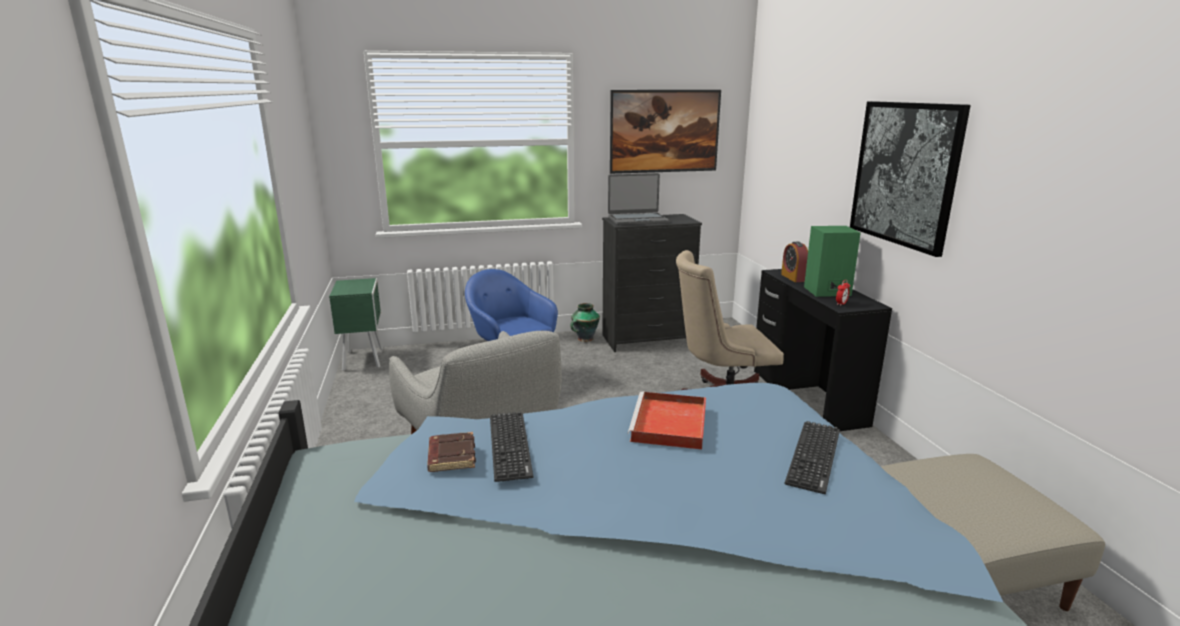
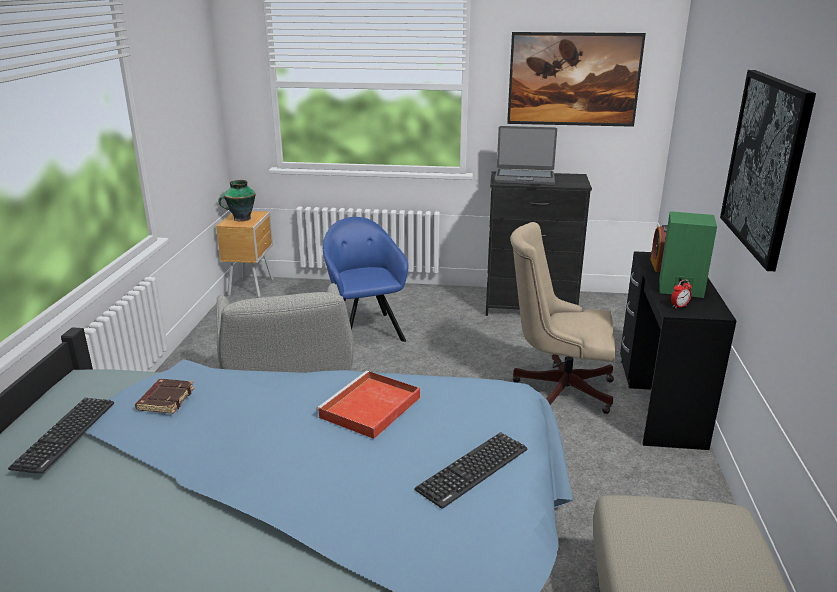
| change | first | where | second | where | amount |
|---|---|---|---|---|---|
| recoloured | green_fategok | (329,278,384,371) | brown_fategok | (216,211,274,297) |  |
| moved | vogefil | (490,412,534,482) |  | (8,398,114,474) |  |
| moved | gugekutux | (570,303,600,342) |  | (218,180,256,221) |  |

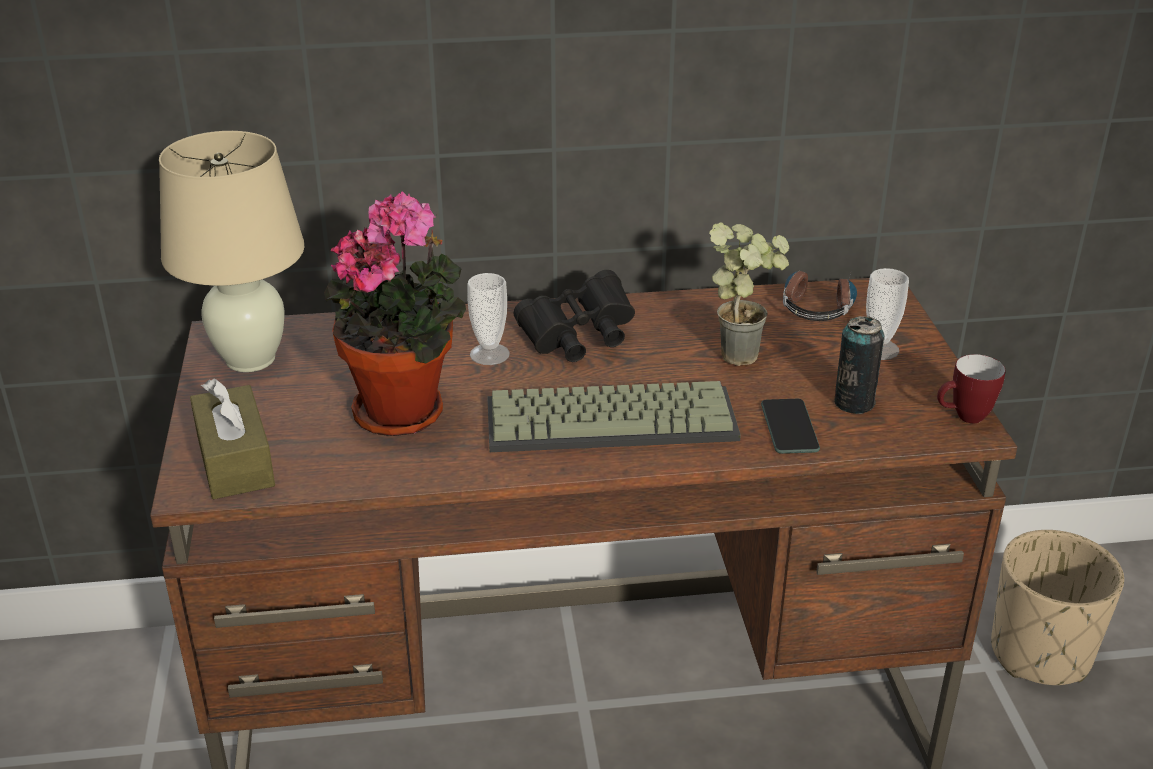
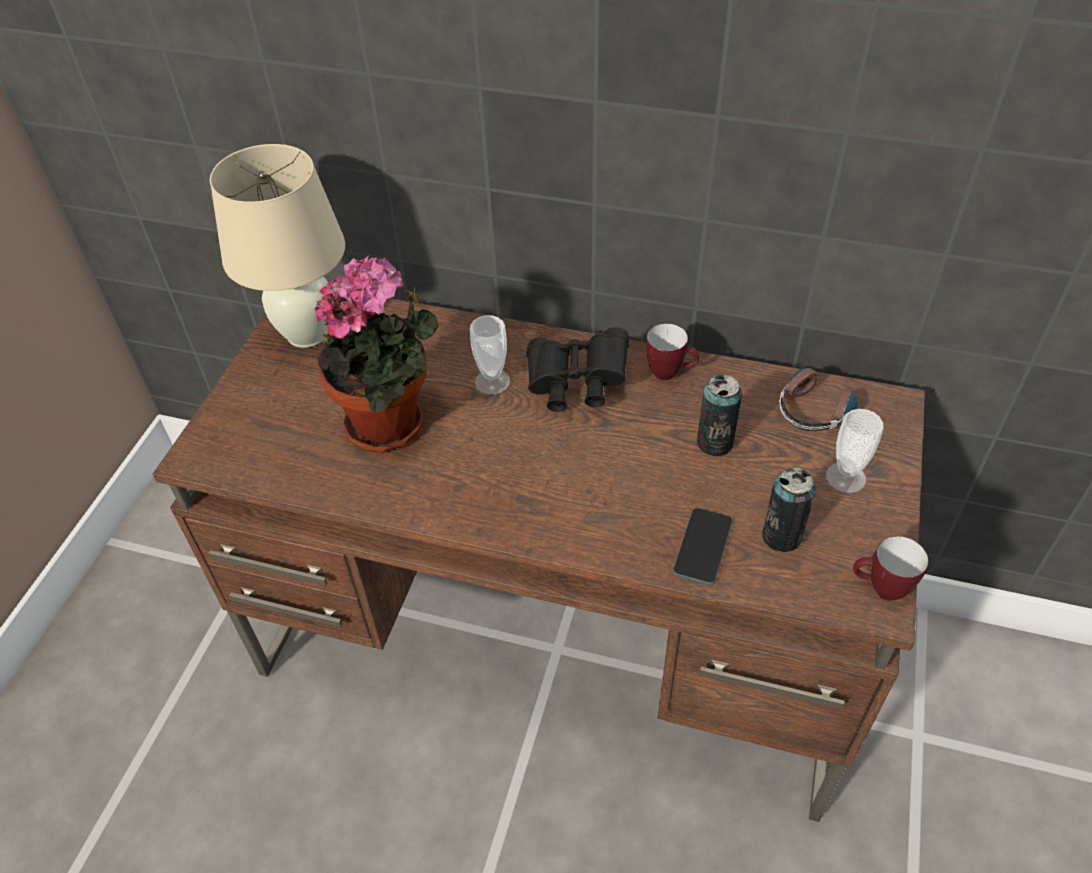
| change | first | where | second | where | amount |
|---|---|---|---|---|---|
| removed | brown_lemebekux | (190,378,275,499) |  |  |  |
| removed | vogefil | (487,381,741,452) |  |  |  |
| replaced | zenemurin | (709,222,789,366) | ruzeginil | (696,374,742,456) |  |
| removed | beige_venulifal | (991,530,1124,685) |  |  |  |
| added |  |  | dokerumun | (646,323,699,380) |  |

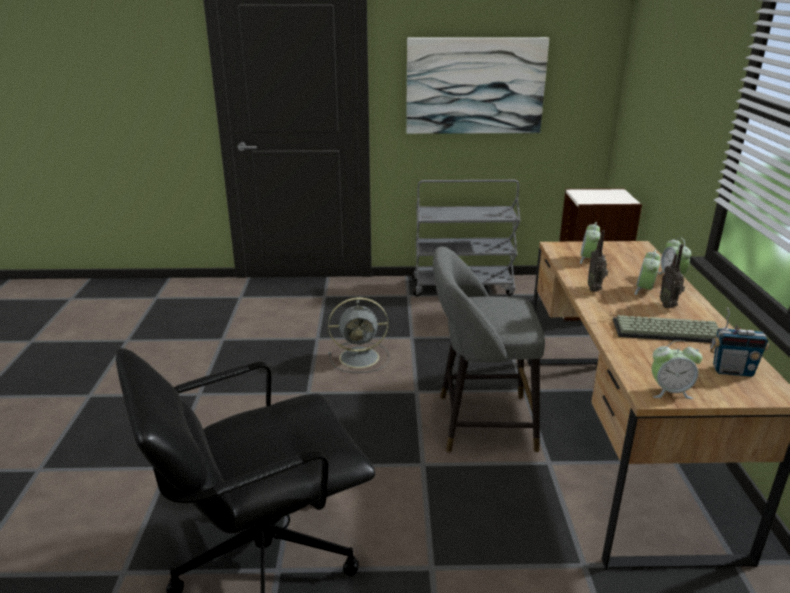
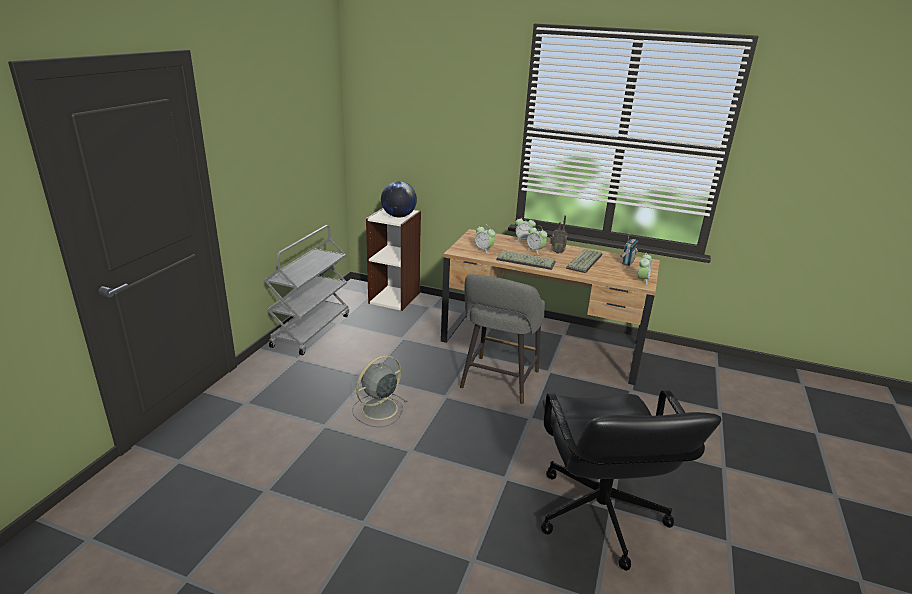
| change | first | where | second | where | amount |
|---|---|---|---|---|---|
| turned | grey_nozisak | (328,297,389,373) |  | (352,355,407,427) | 150 degrees counterclockwise |
| removed | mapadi | (406,37,549,134) |  |  |  |
| replaced | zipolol | (588,230,608,292) | vogefil | (496,250,556,270) |  |
| added |  |  | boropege | (381,181,417,217) |  |

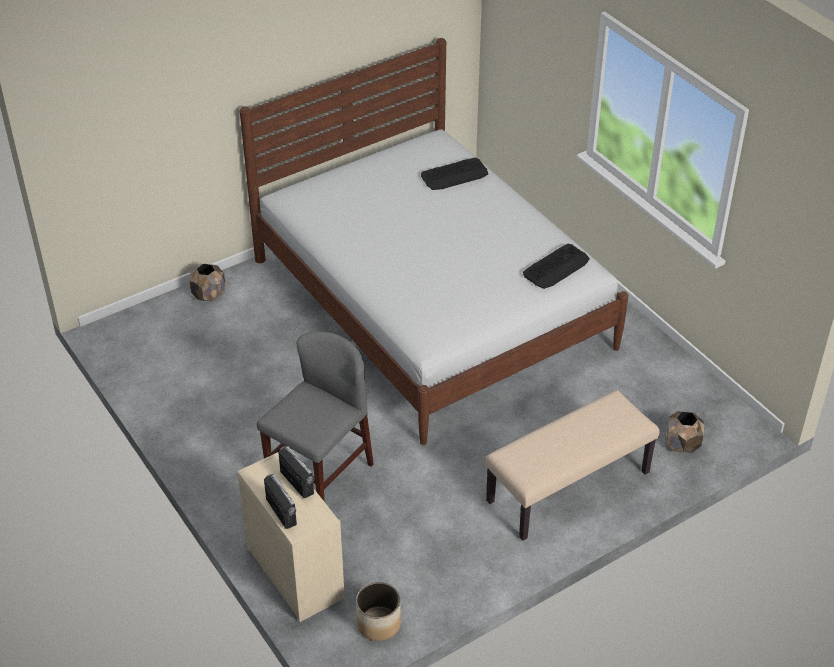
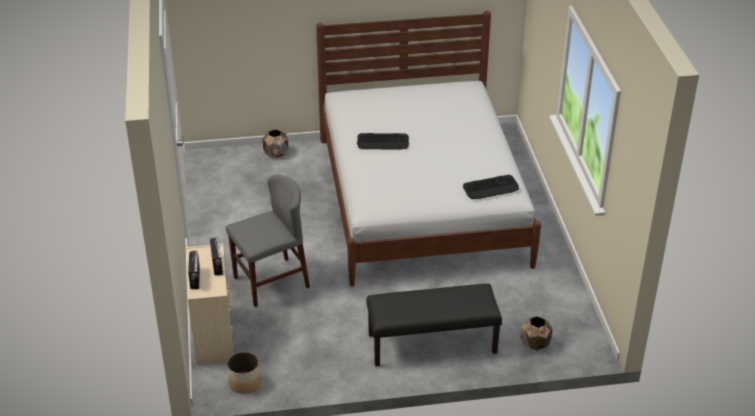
| change | first | where | second | where | amount |
|---|---|---|---|---|---|
| moved | vogefil | (421,158,488,190) |  | (357,133,409,150) |  |
| recoloured | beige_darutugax | (485,390,660,541) | black_darutugax | (366,284,502,366) |  |

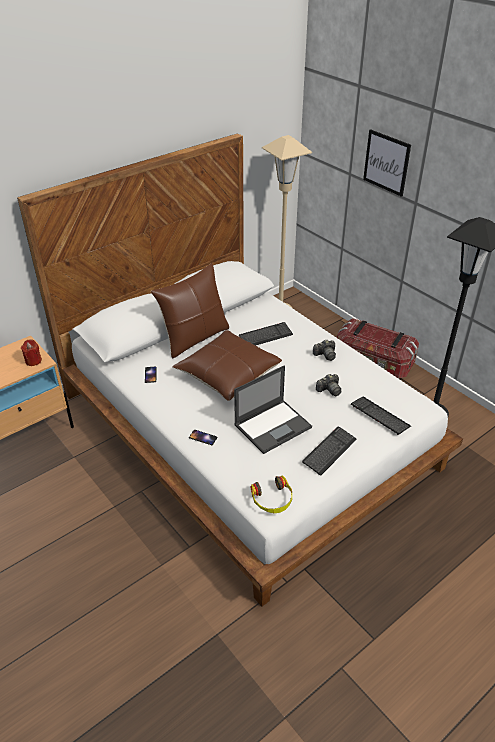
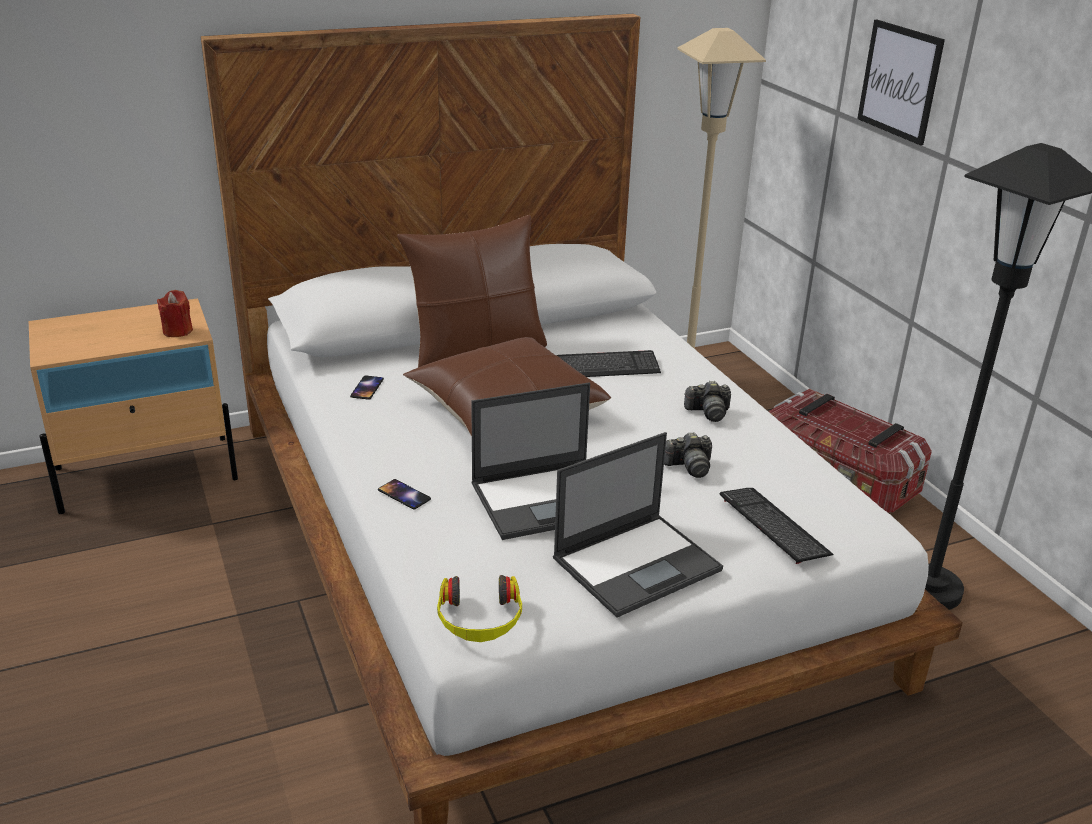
| change | first | where | second | where | amount |
|---|---|---|---|---|---|
| replaced | vogefil | (302,426,357,476) | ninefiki | (553,432,723,618) |  |

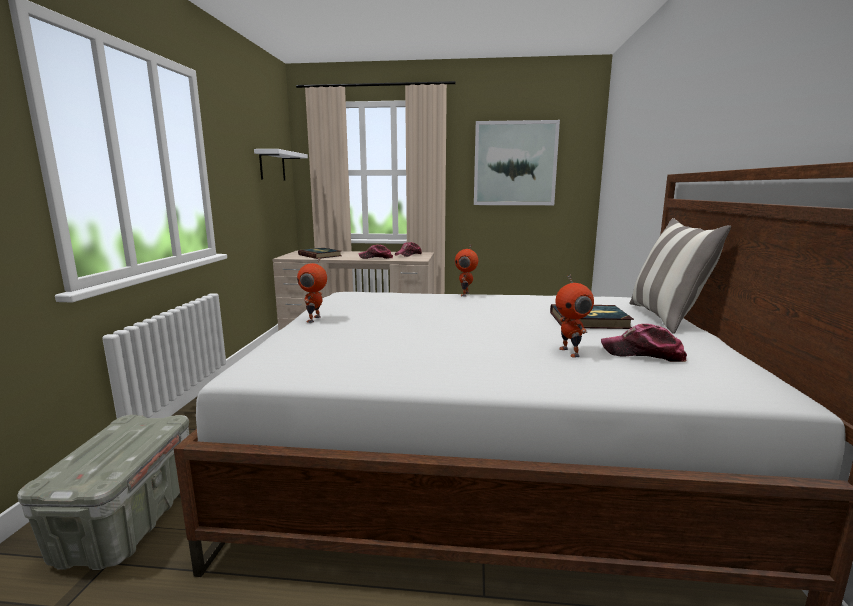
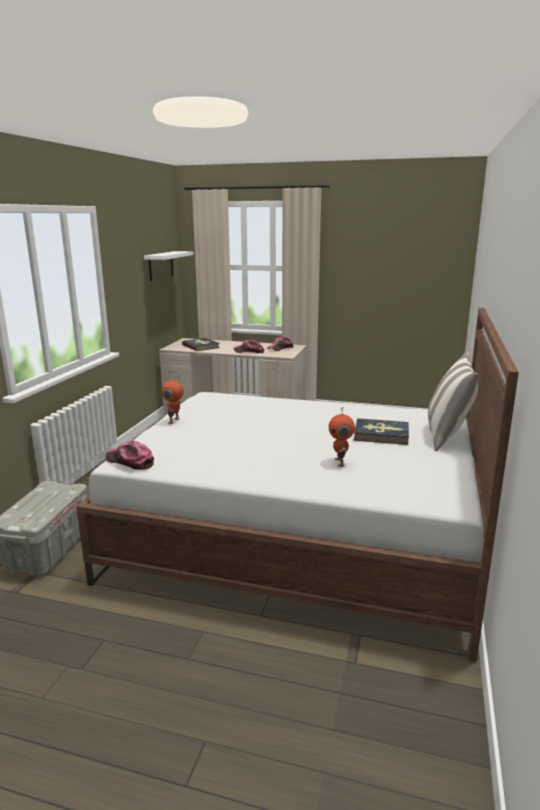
| change | first | where | second | where | amount |
|---|---|---|---|---|---|
| removed | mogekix | (455,245,478,297) |  |  |  |
| removed | mapadi | (474,120,560,205) |  |  |  |
| moved | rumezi | (601,324,687,362) |  | (106,441,154,470) |  |

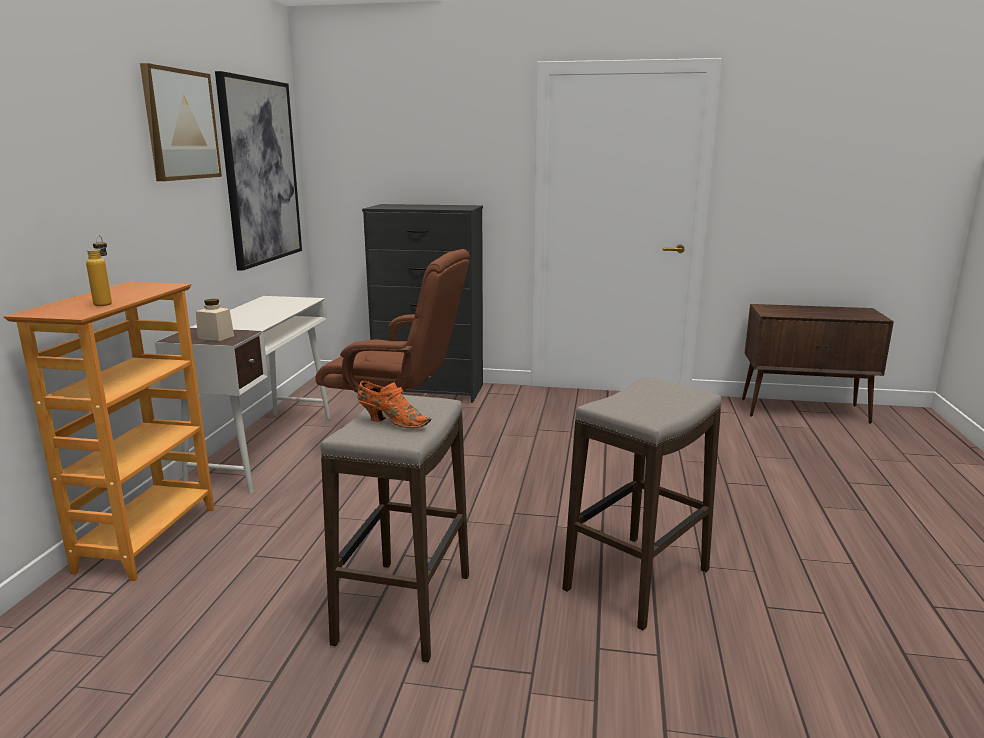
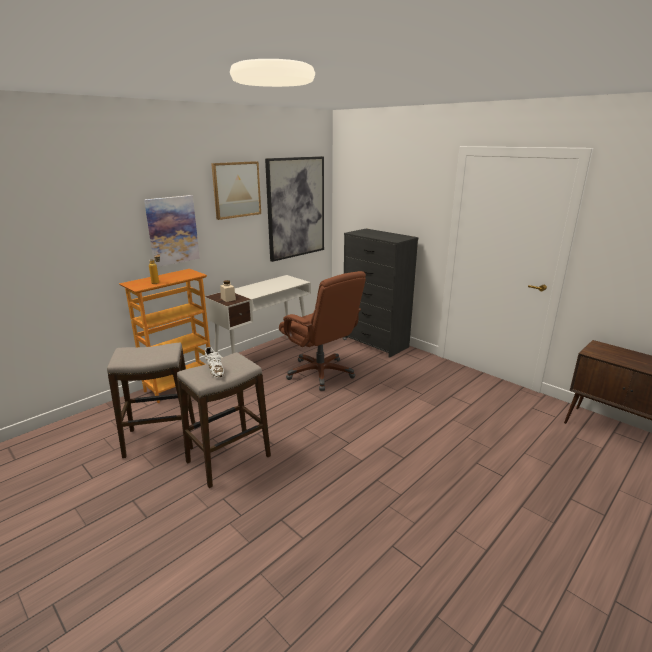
| change | first | where | second | where | amount |
|---|---|---|---|---|---|
| recoloured | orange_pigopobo | (357,381,431,428) | white_pigopobo | (205,347,224,378) |  |
| moved | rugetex | (562,378,721,630) |  | (107,343,195,458) |  |
| added |  |  | mapadi | (144,195,200,267) |  |

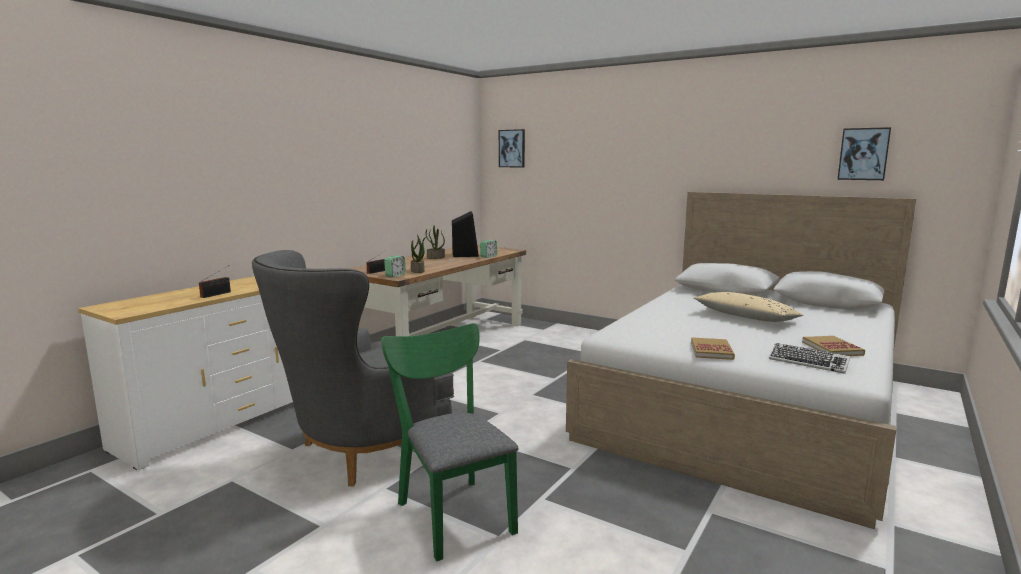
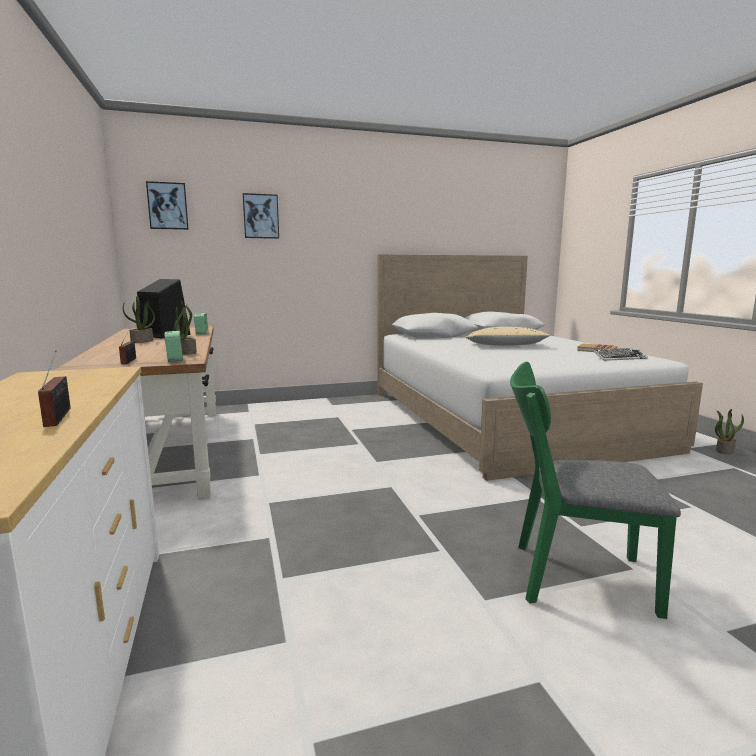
| change | first | where | second | where | amount |
|---|---|---|---|---|---|
| removed | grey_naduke | (252,250,454,486) |  |  |  |
| removed | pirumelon | (691,337,735,360) |  |  |  |
| moved | mapadi | (837,127,891,180) |  | (243,193,279,239) |  |
| added |  |  | zenemurin | (715,409,744,454) |  |

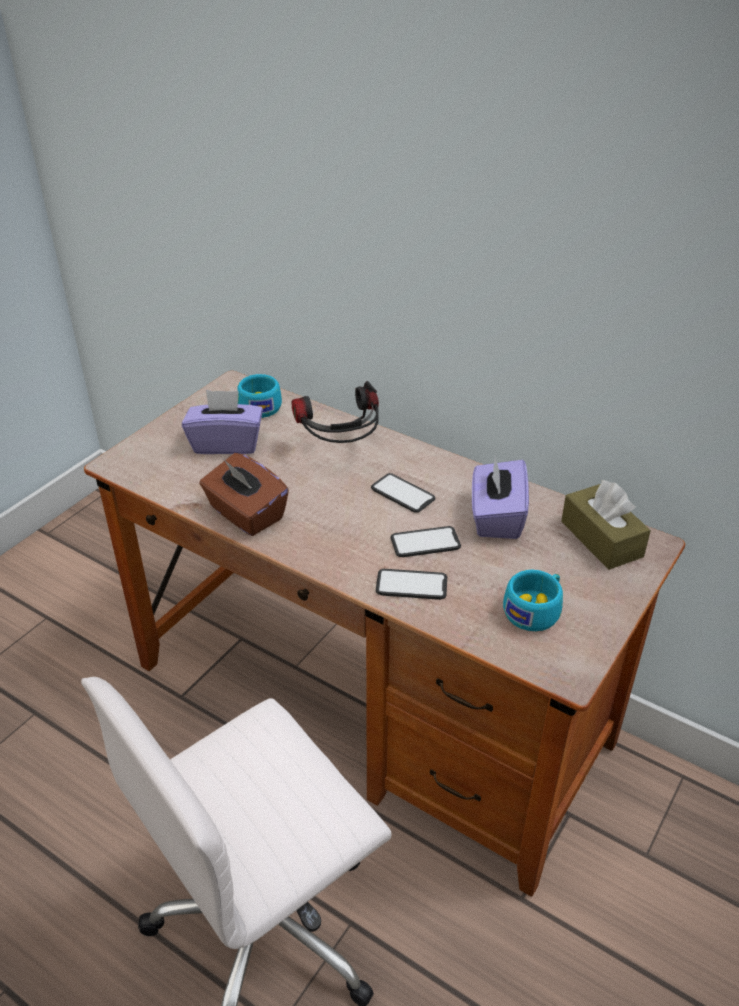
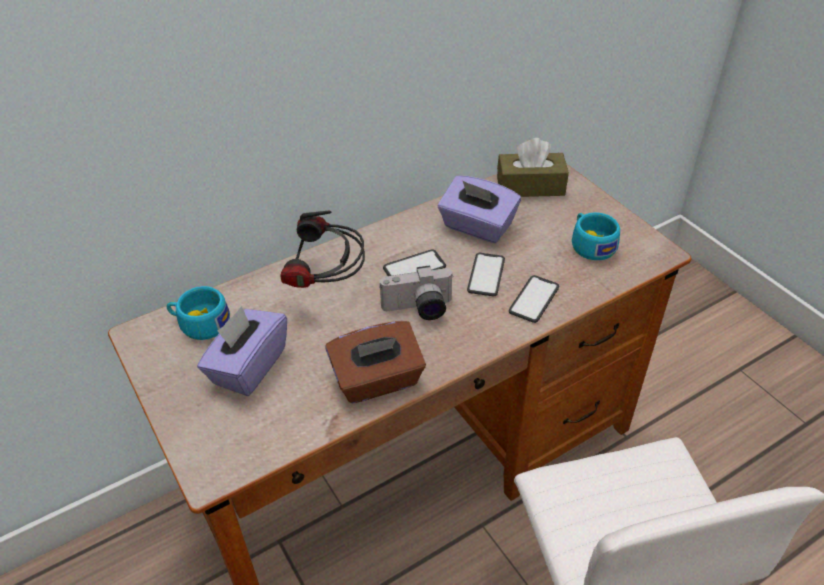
| change | first | where | second | where | amount |
|---|---|---|---|---|---|
| added |  |  | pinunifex | (379,265,454,320) |  |

